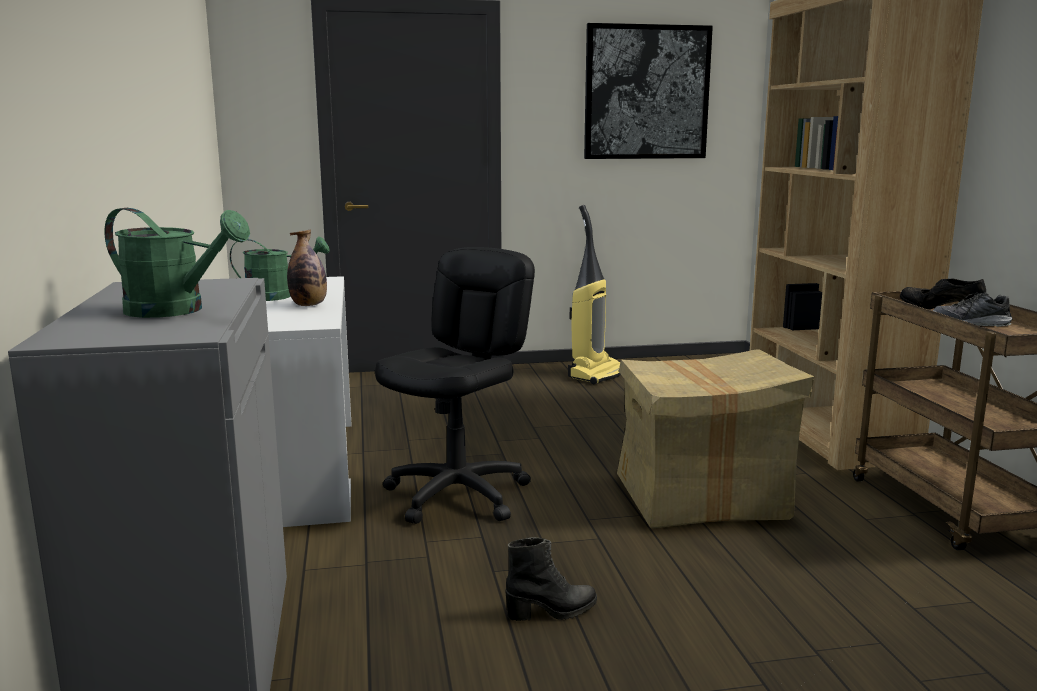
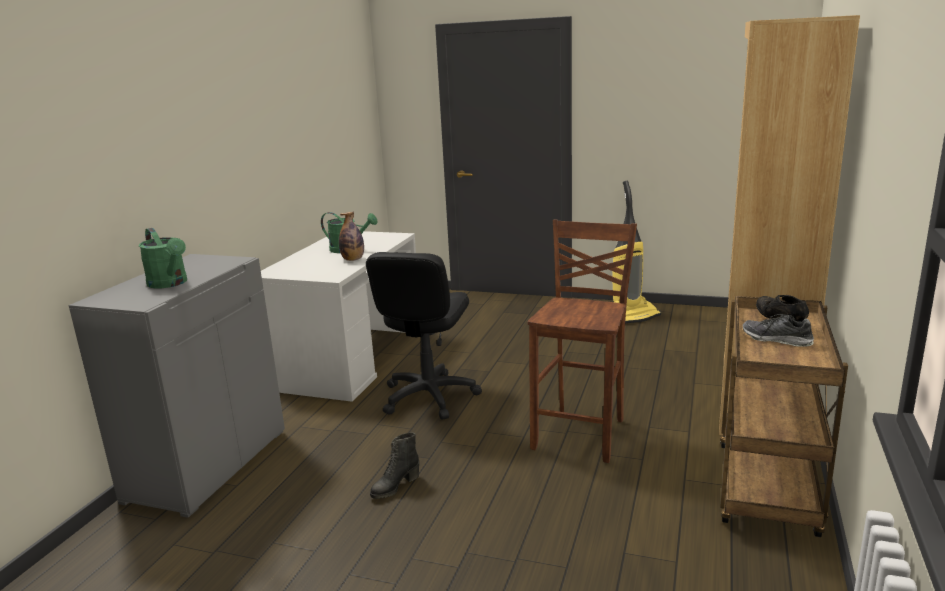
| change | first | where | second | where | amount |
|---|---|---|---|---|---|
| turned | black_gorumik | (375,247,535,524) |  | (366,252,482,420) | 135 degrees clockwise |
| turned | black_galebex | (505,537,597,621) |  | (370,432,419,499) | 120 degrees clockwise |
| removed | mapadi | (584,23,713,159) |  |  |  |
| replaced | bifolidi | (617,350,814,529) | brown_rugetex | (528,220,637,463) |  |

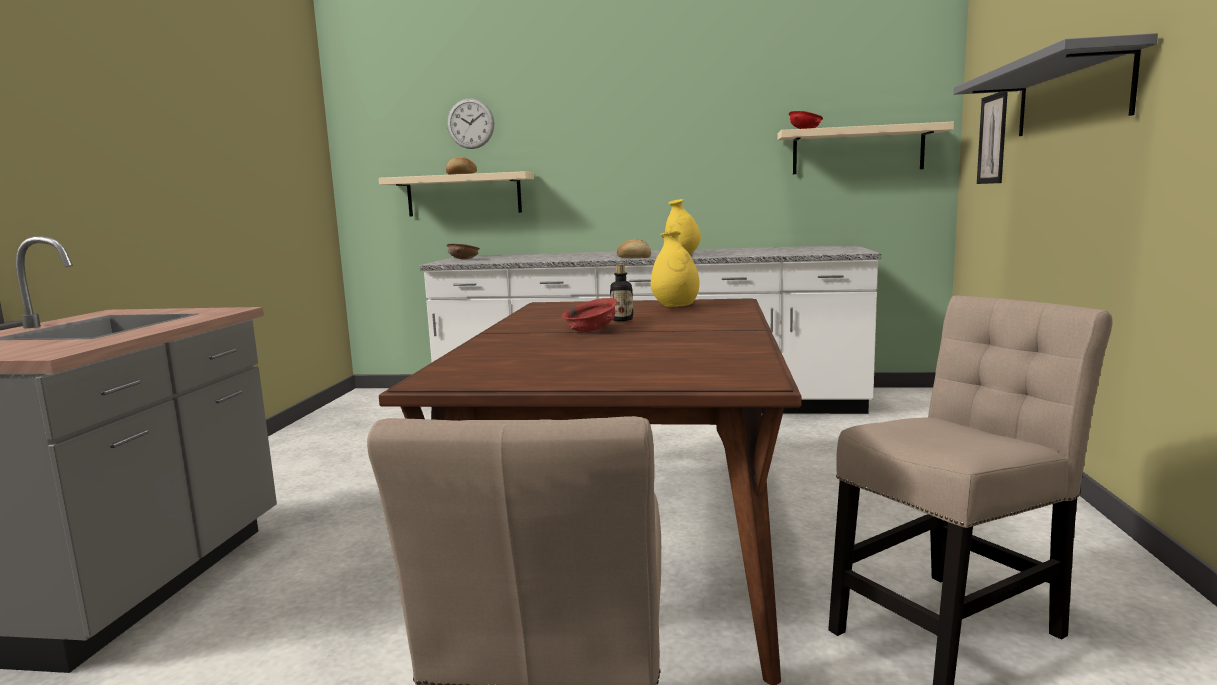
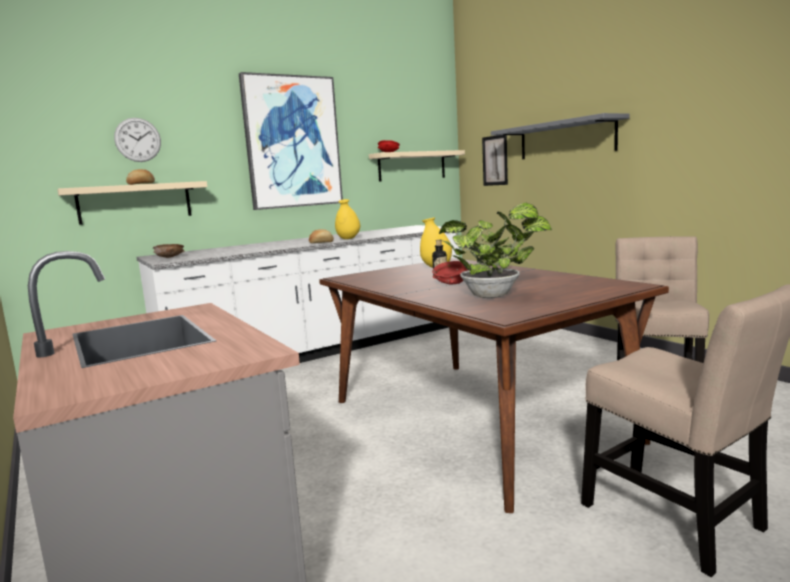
| change | first | where | second | where | amount |
|---|---|---|---|---|---|
| added |  |  | mapadi | (239,72,343,210) |  |
| added |  |  | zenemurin | (439,203,552,298) |  |

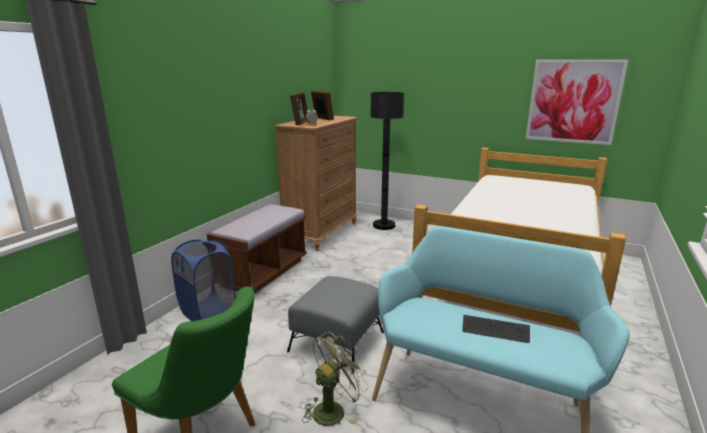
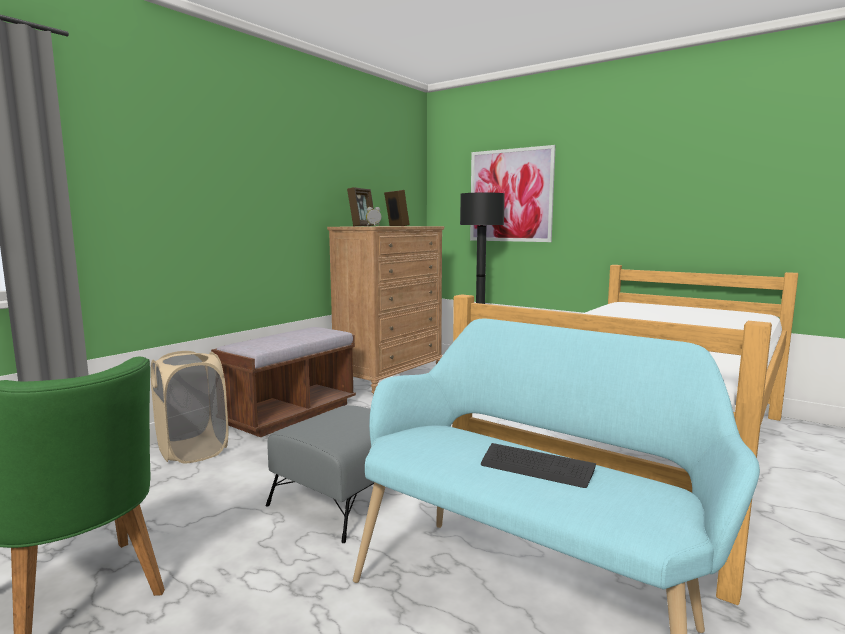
| change | first | where | second | where | amount |
|---|---|---|---|---|---|
| recoloured | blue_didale | (171,239,236,321) | beige_didale | (151,351,228,463) |  |
| removed | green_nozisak | (302,332,369,426) |  |  |  |
| moved | mapadi | (526,59,629,145) |  | (470,145,556,242) |  |

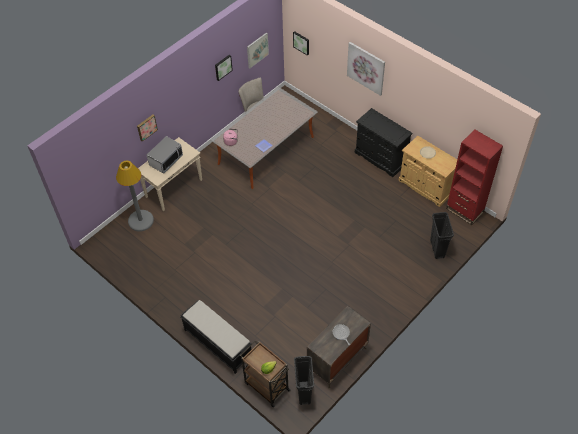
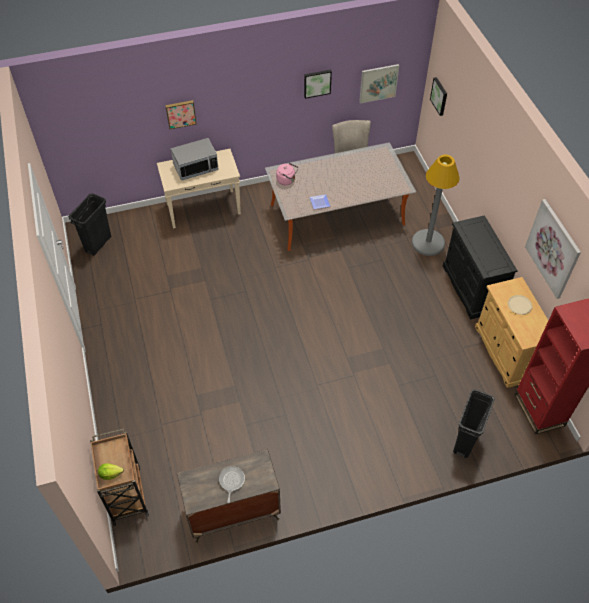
| change | first | where | second | where | amount |
|---|---|---|---|---|---|
| moved | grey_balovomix | (116,161,154,232) |  | (412,155,460,256) |  |
| removed | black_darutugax | (180,300,252,374) |  |  |  |
| moved | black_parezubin | (294,356,314,405) |  | (68,193,111,256) |  |
| moved | mapadi | (347,42,385,96) |  | (525,199,581,299) |  |

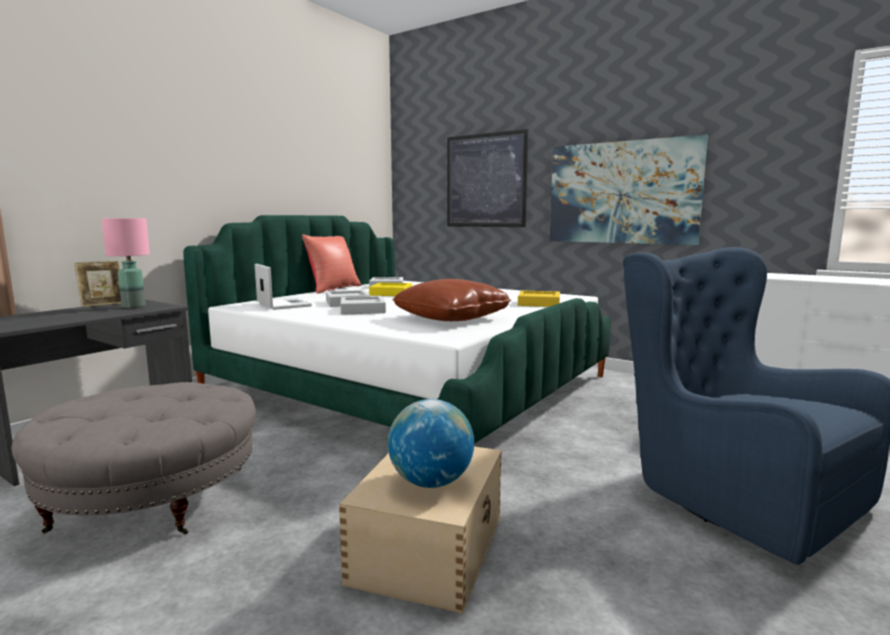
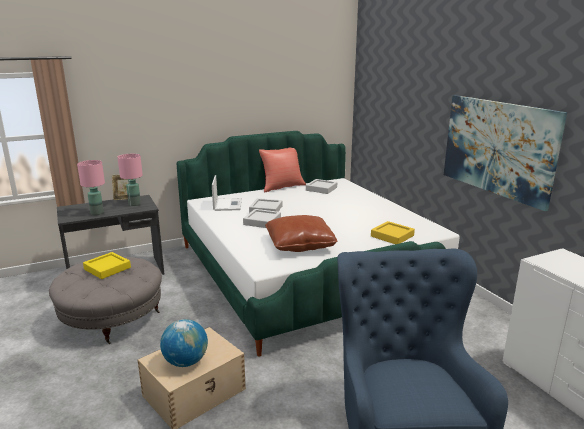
| change | first | where | second | where | amount |
|---|---|---|---|---|---|
| moved | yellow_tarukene | (369,283,412,296) |  | (83,252,131,279) |  |
| removed | mapadi | (447,129,528,227) |  |  |  |
| added |  |  | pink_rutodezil | (77,160,105,215) |  |

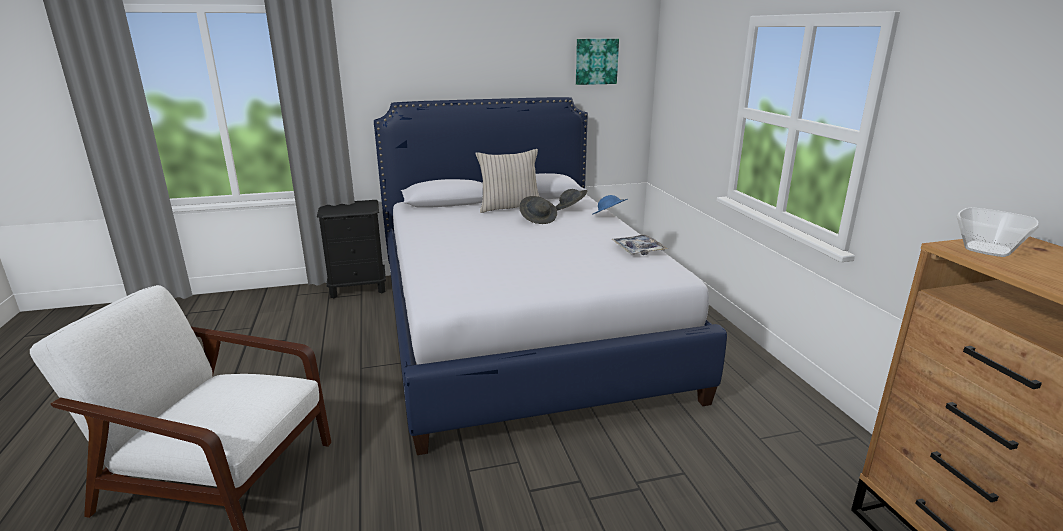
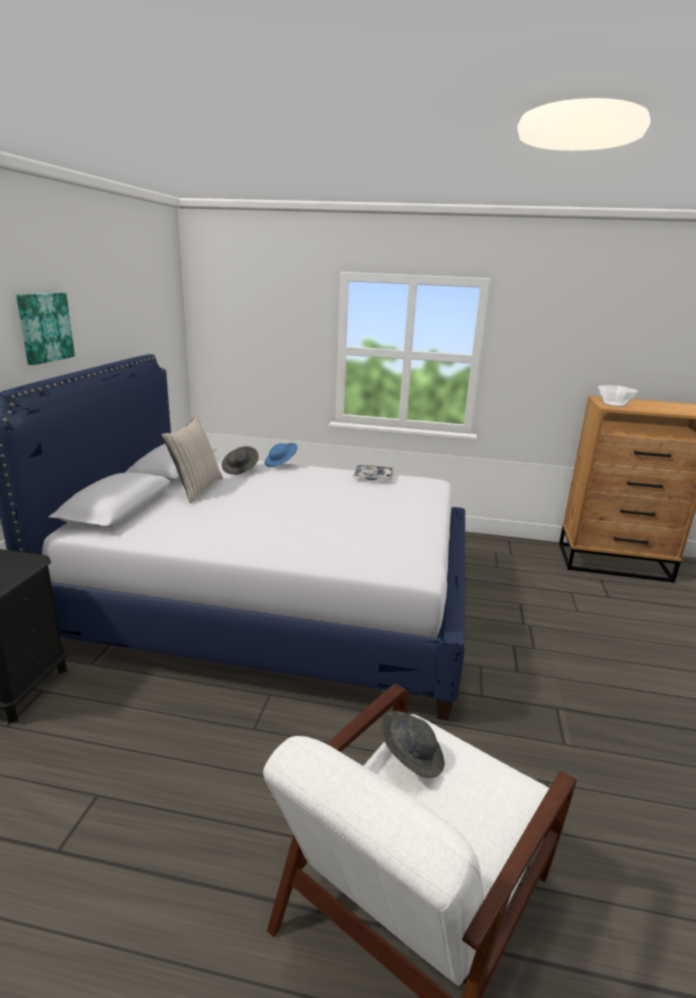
| change | first | where | second | where | amount |
|---|---|---|---|---|---|
| moved | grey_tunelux | (519,196,557,224) |  | (380,711,445,778) |  |
| moved | mapadi | (576,39,619,85) |  | (16,293,75,365) |  |

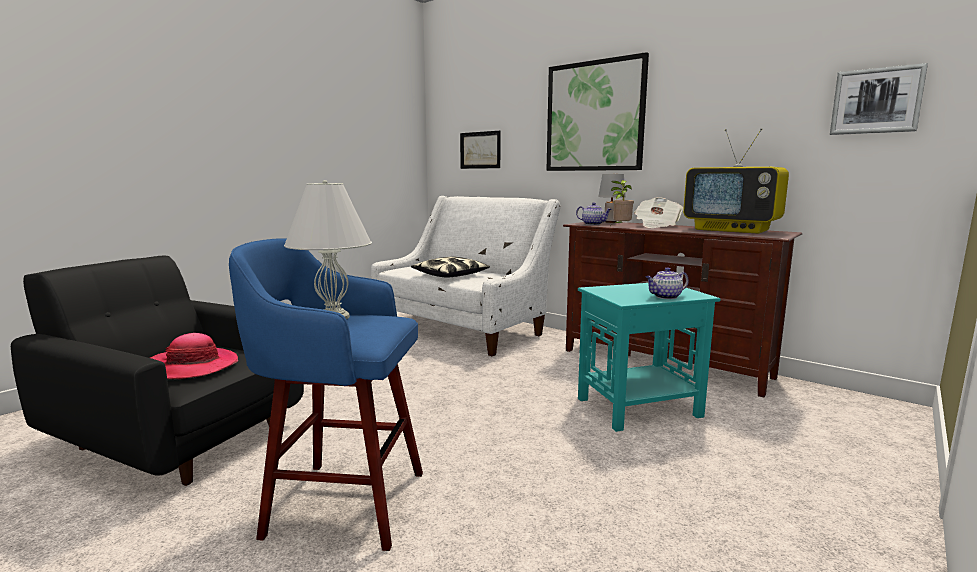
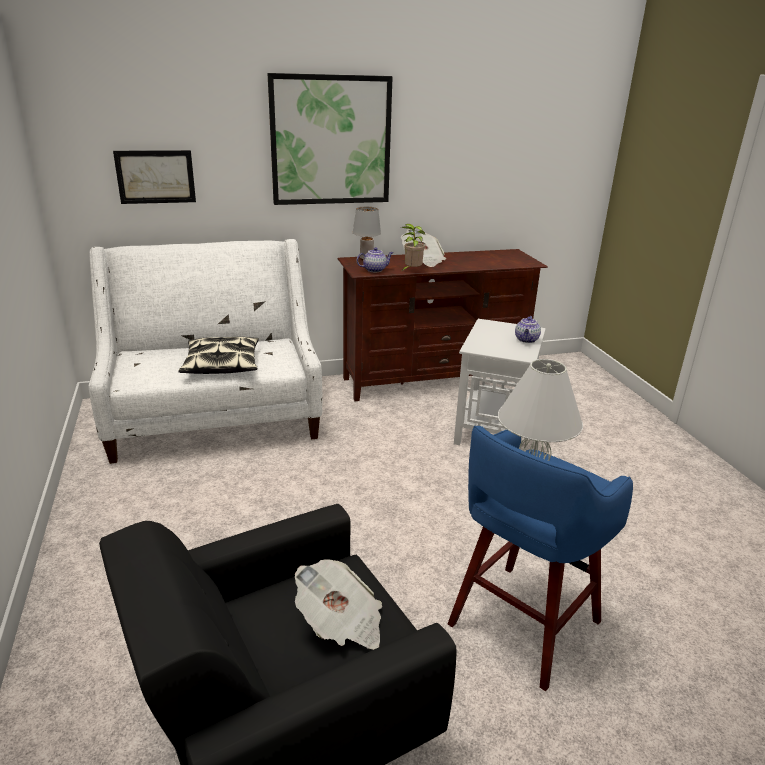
| change | first | where | second | where | amount |
|---|---|---|---|---|---|
| replaced | tunelux | (150,333,238,379) | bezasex | (295,559,382,650) |  |
| recoloured | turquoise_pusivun | (578,283,721,432) | white_pusivun | (454,319,546,450) |  |
| removed | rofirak | (683,128,789,234) |  |  |  |
| removed | mapadi | (830,63,928,135) |  |  |  |

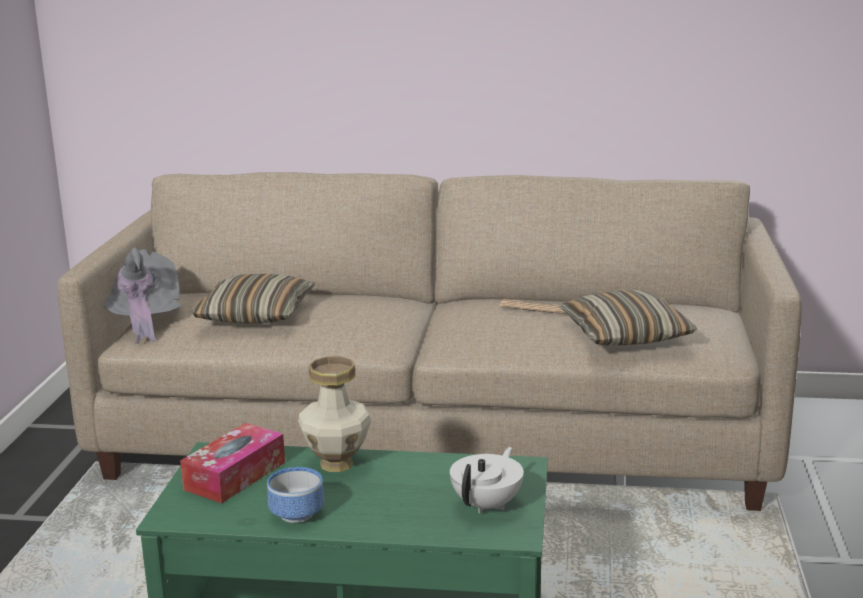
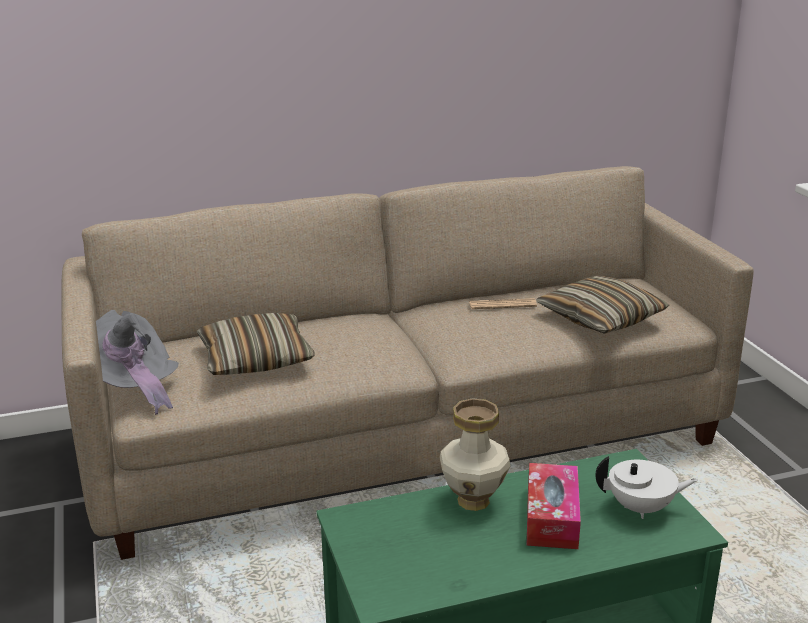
| change | first | where | second | where | amount |
|---|---|---|---|---|---|
| moved | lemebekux | (180,423,285,503) |  | (527,463,581,549) |  |
| removed | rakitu | (267,467,324,523) |  |  |  |
| turned | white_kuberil | (450,447,524,513) |  | (595,456,698,519) | 90 degrees clockwise |

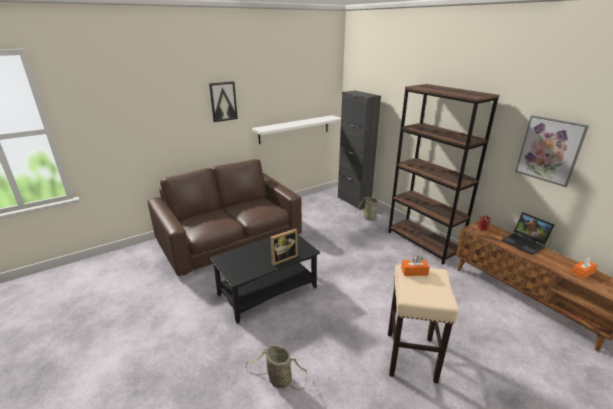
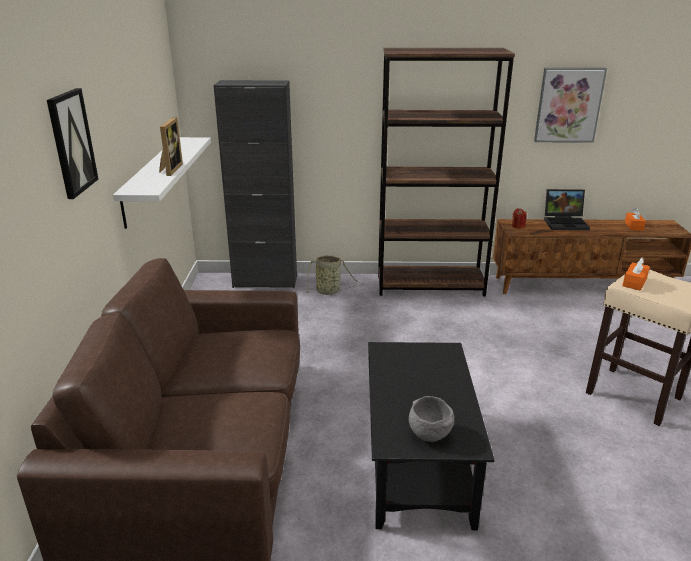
| change | first | where | second | where | amount |
|---|---|---|---|---|---|
| removed | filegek | (246,345,307,390) |  |  |  |
| moved | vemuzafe | (271,229,298,265) |  | (159,117,183,176) |  |
| added |  |  | grey_rakitu | (409,396,454,442) |  |

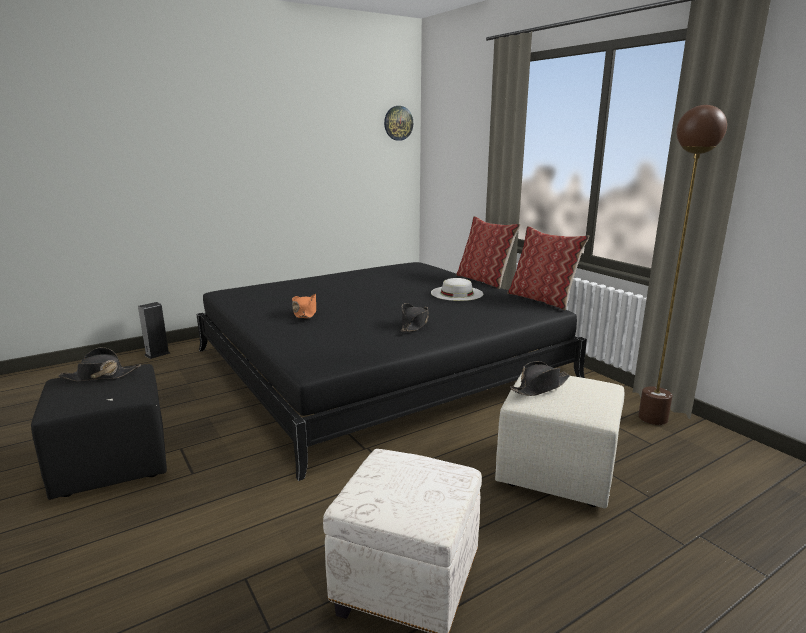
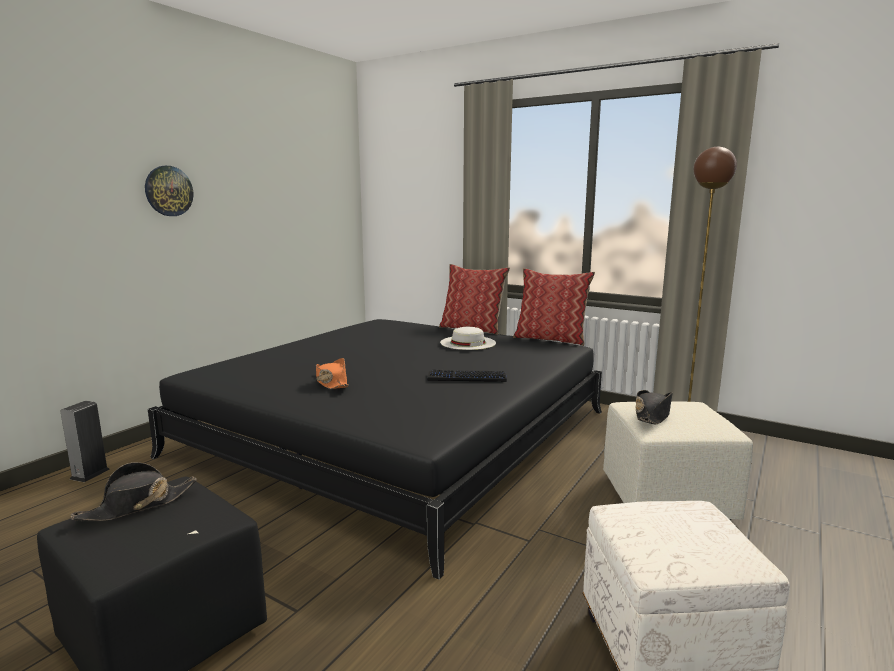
| change | first | where | second | where | amount |
|---|---|---|---|---|---|
| moved | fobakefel | (384,106,413,141) |  | (145,166,193,216) |  |
| replaced | black_tunelux | (401,303,429,332) | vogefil | (427,369,507,382) |  |

